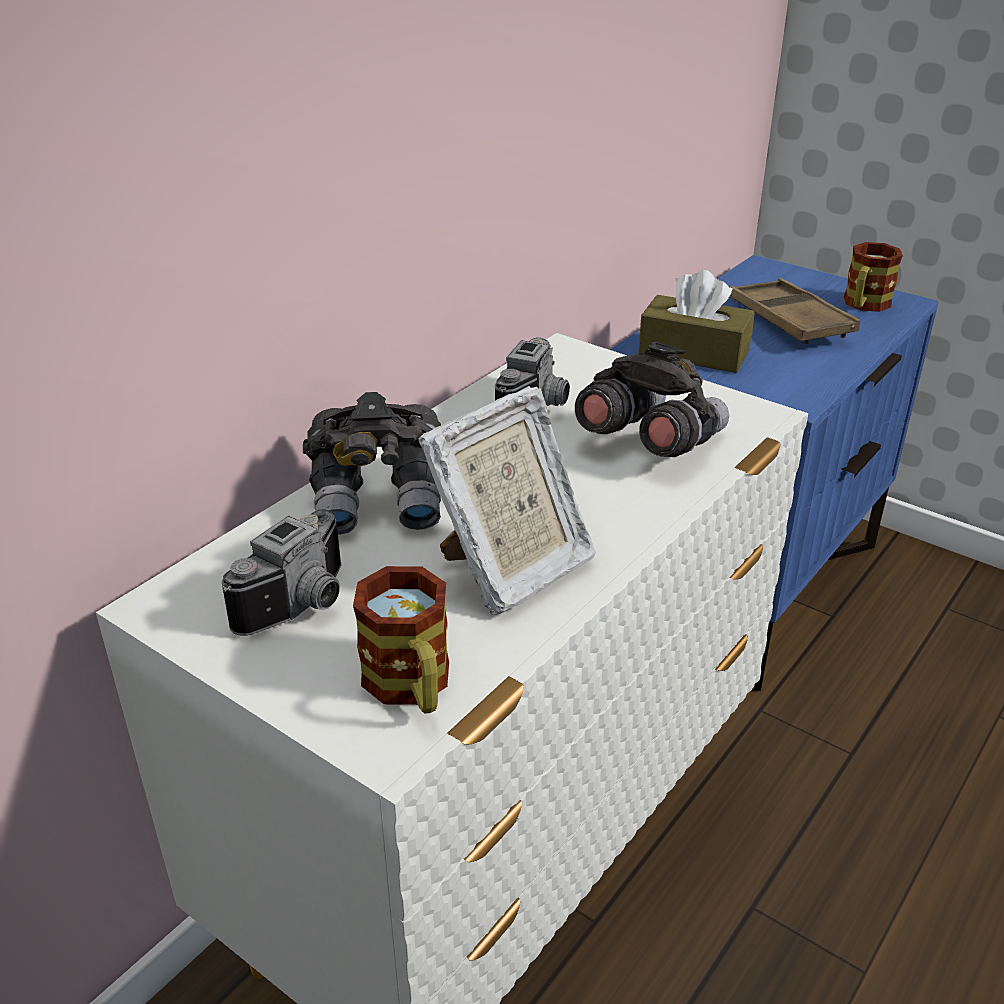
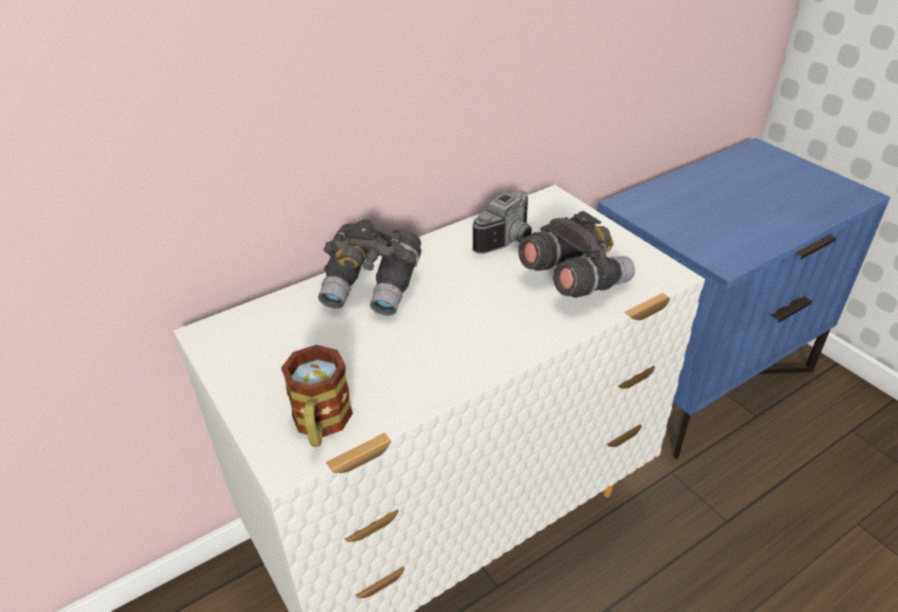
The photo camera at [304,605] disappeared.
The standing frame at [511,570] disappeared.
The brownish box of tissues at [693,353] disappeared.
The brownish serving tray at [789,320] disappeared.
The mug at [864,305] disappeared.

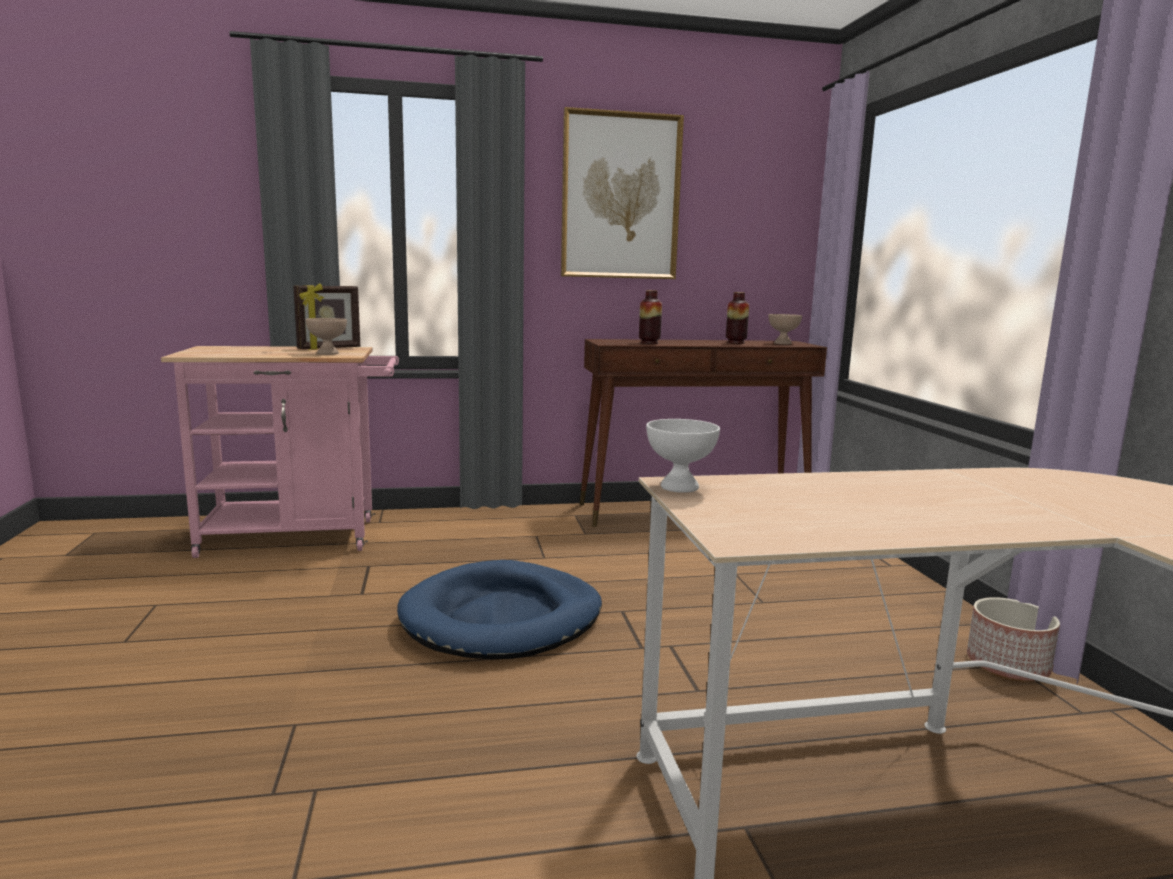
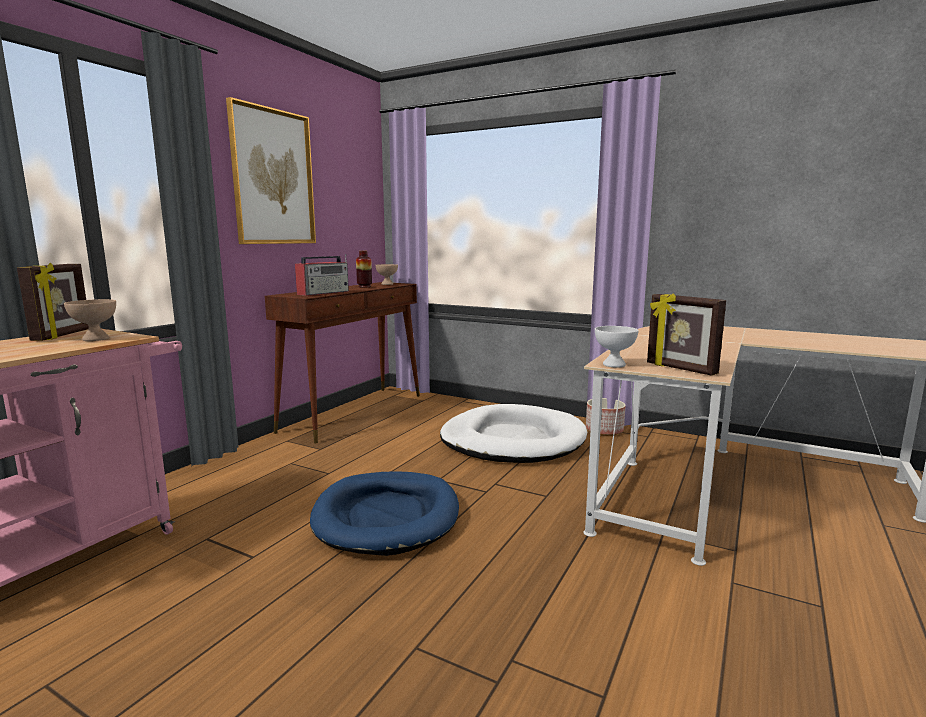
The white dog bed at [512,440] appeared.
The standing frame at [680,369] appeared.
The decorative vase at [649,343] was replaced by the radio receiver at [324,293].

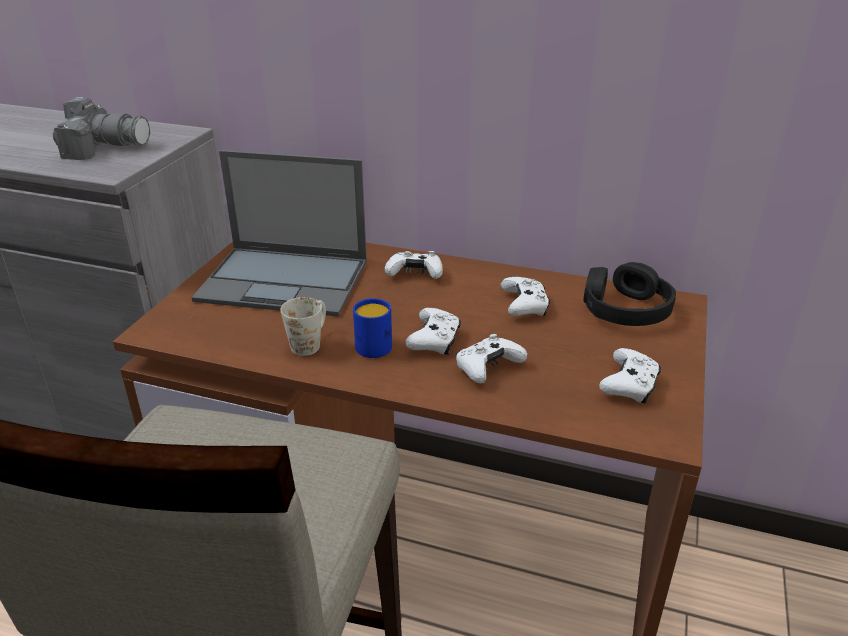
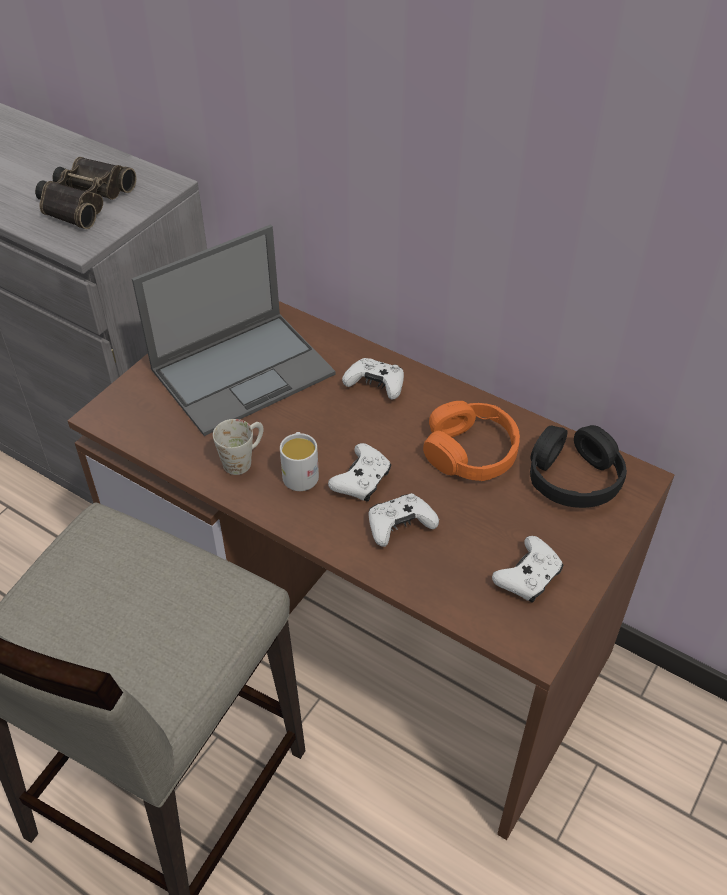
The photo camera at [104,147] was replaced by the binoculars at [83,200].
The white gamepad at [524,306] was replaced by the orange pair of headphones at [470,452].
The blue-coloured mug at [371,344] became the white mug at [300,472].
The laptop at [286,281] turned 60 degrees counterclockwise.

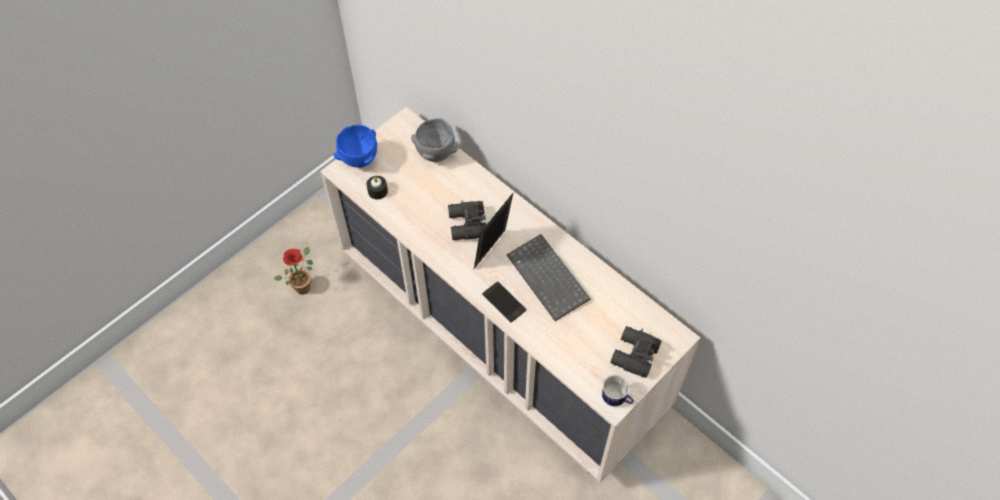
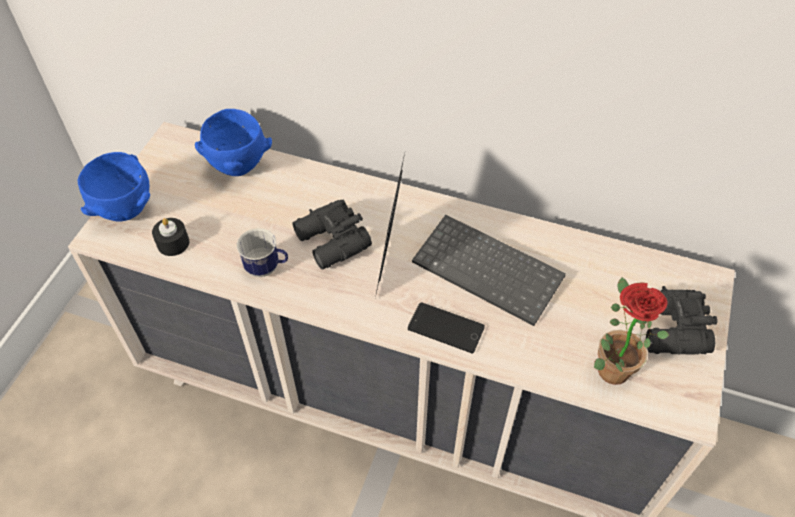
The houseplant moved from [303,285] to [609,364].
The mug moved from [616,399] to [267,268].
The greyish deep dish at [436,156] became the blue-coloured deep dish at [239,168].

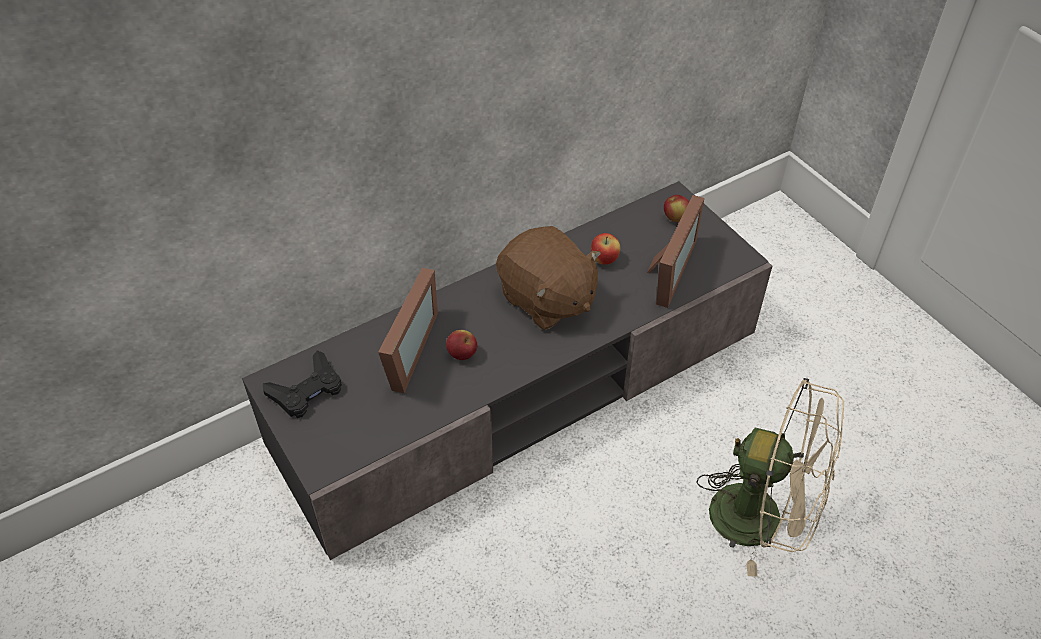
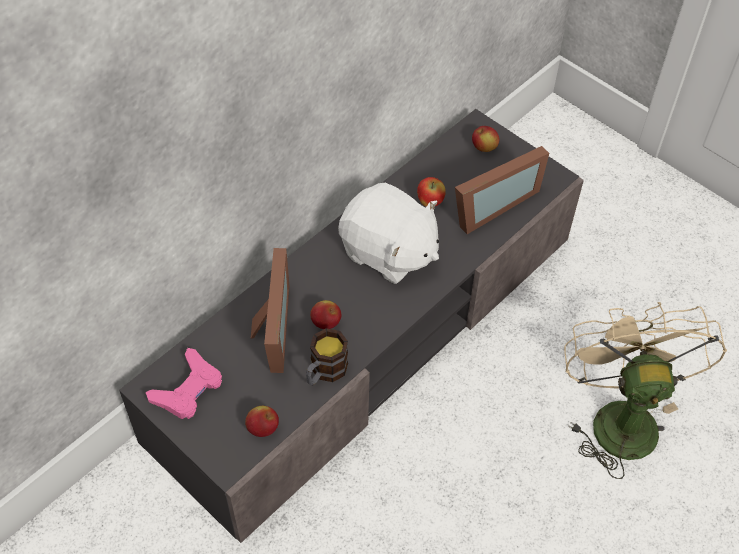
The apple fruit at [263,429] appeared.
The mug at [324,372] appeared.
The blackish gamepad at [307,390] became the pink gamepad at [188,389].
The brownish soft toy at [546,300] became the white soft toy at [388,252].
The standing frame at [664,273] turned 45 degrees clockwise.
The sand-coloured cooling fan at [762,519] turned 105 degrees counterclockwise.

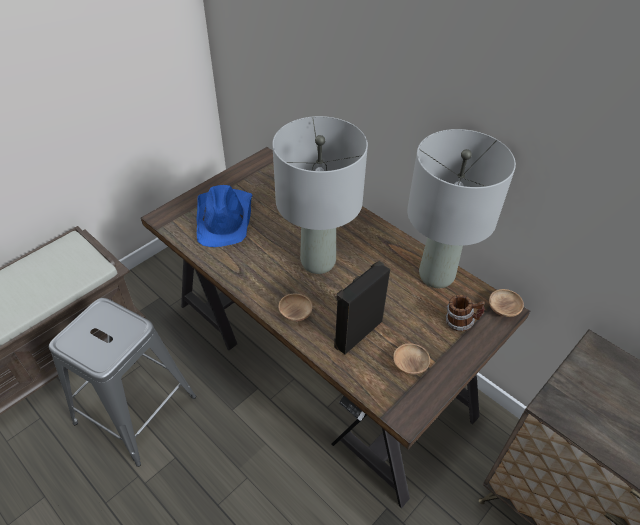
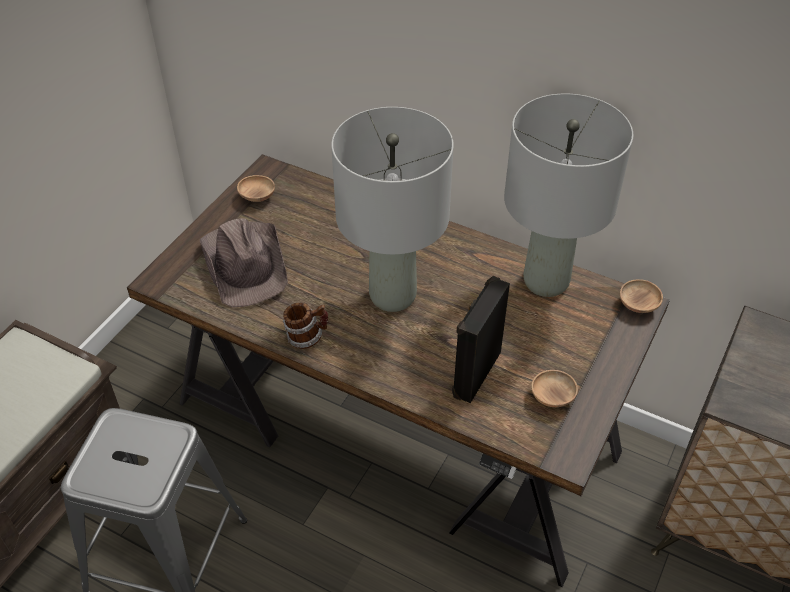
The brownish deep dish moved from [295,313] to [257,196].
The mug moved from [460,322] to [307,337].
The blue-coloured wearable hat at [225,218] became the brownish wearable hat at [246,263].

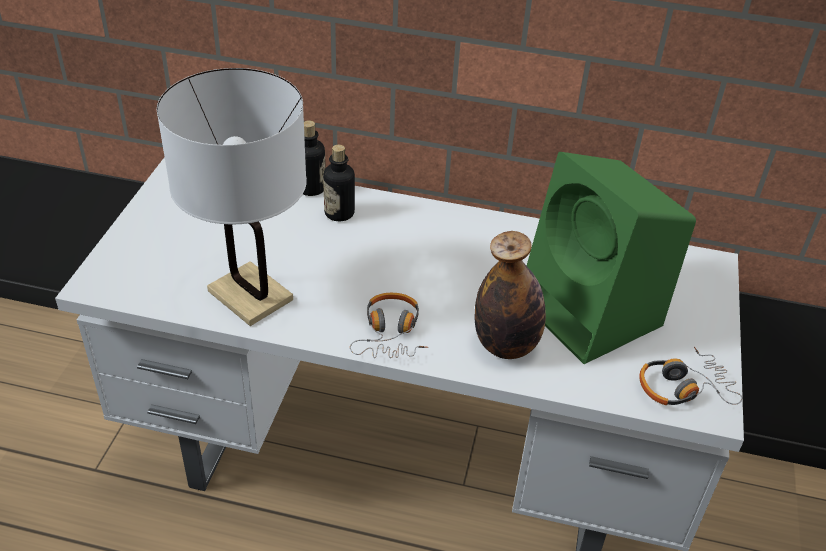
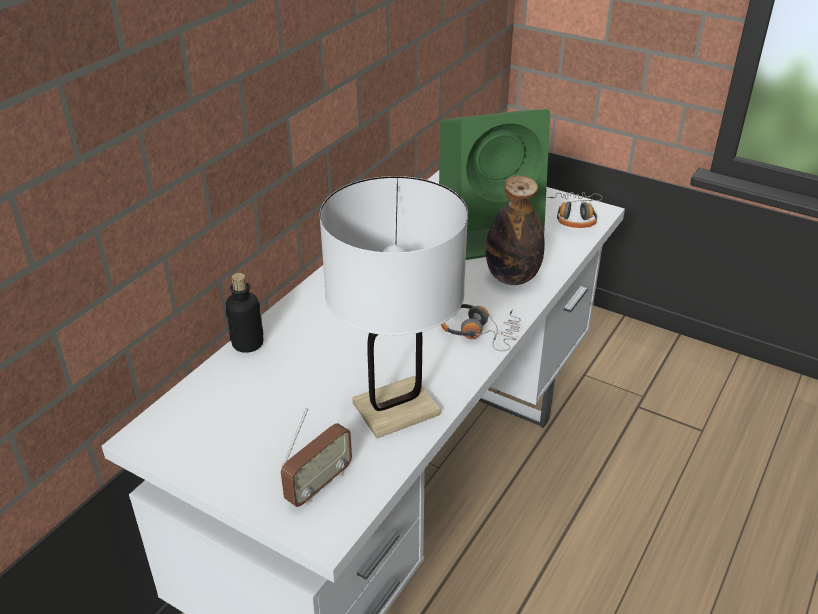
The beverage bottle at [339,213] disappeared.
The radio receiver at [318,485] appeared.

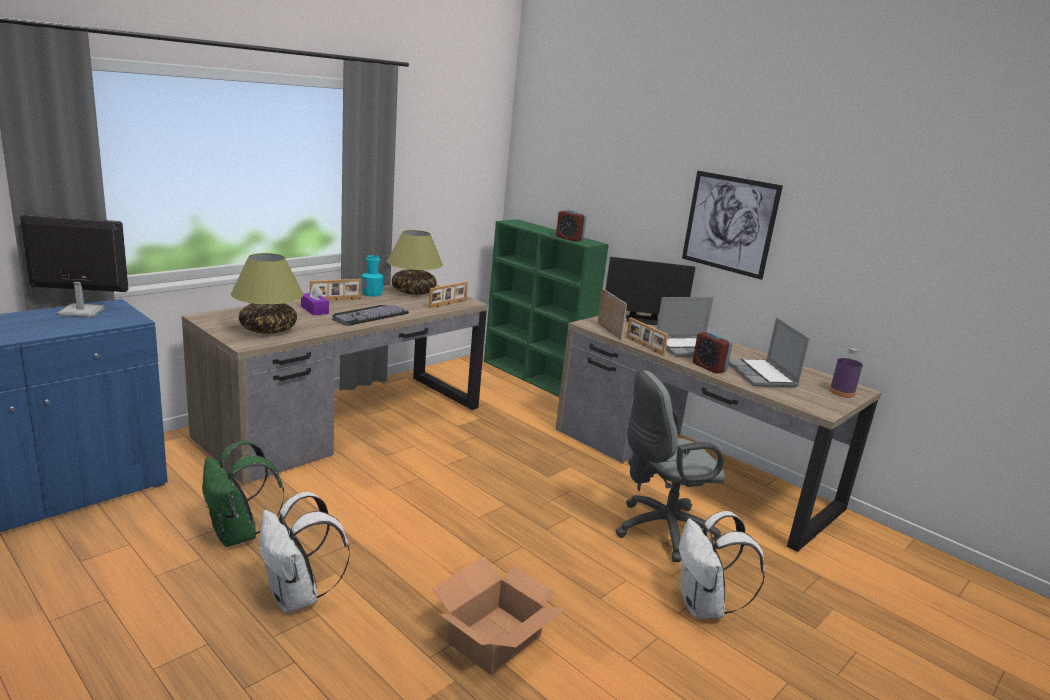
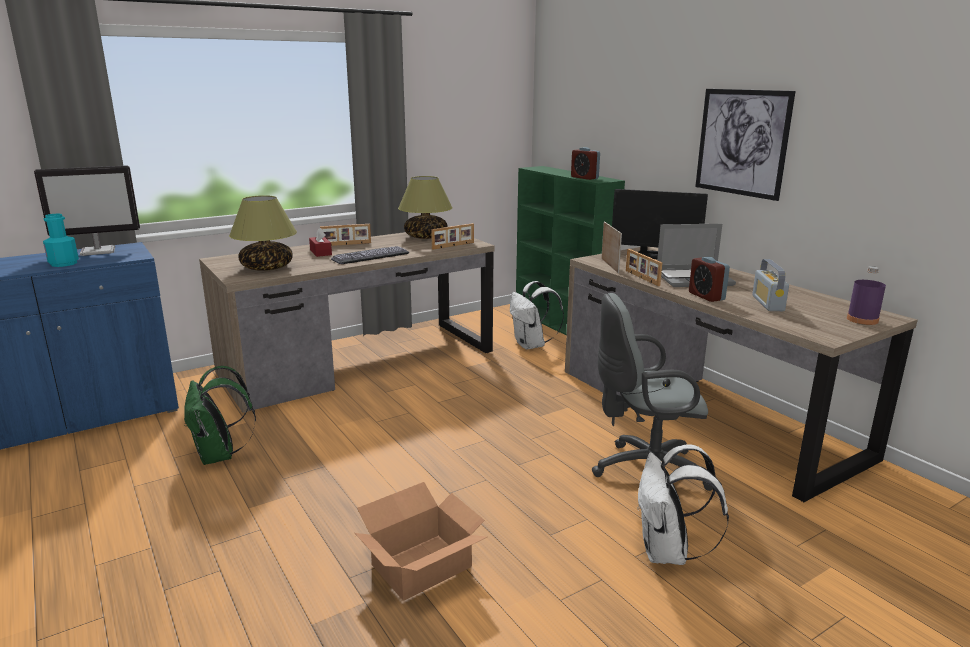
The white knapsack moved from [297,597] to [531,345].
The turquoise-coloured beverage bottle moved from [372,293] to [64,263].
The laptop at [762,375] was replaced by the radio receiver at [768,303].
The purplish box of tissues at [314,310] became the red-coloured box of tissues at [320,252].
The computer display at [80,311] turned 150 degrees clockwise.

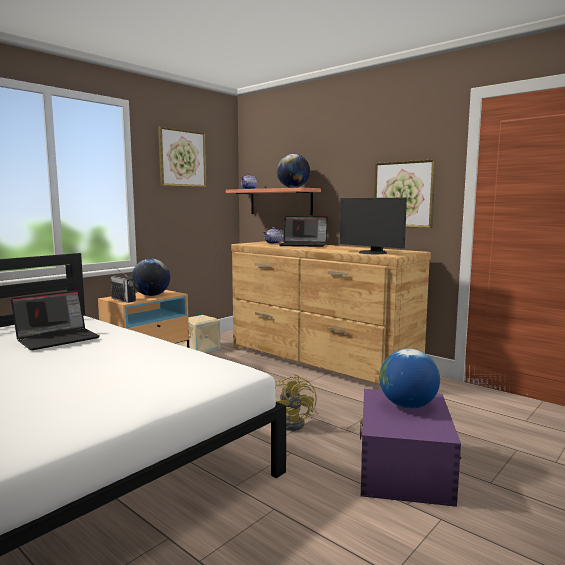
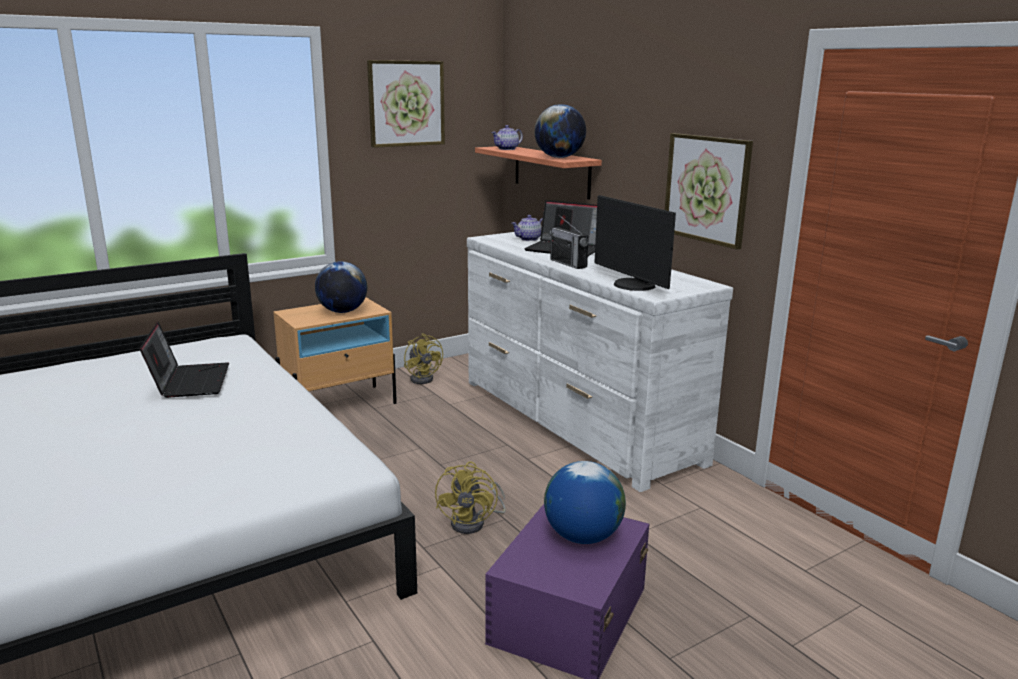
The radio receiver moved from [123,300] to [568,263].
The sand-coloured storage box at [200,347] was replaced by the yellow cooling fan at [424,378].
The brownish drawer chest at [320,360] became the white drawer chest at [575,420].
The laptop at [58,338] turned 75 degrees counterclockwise.

